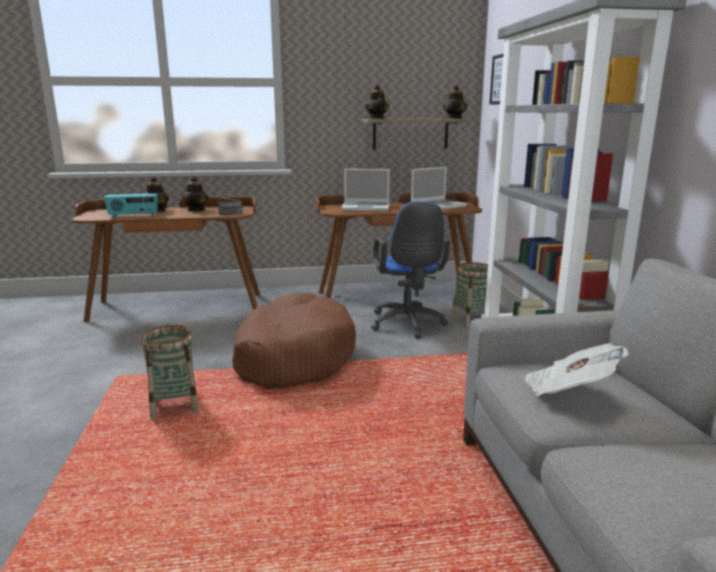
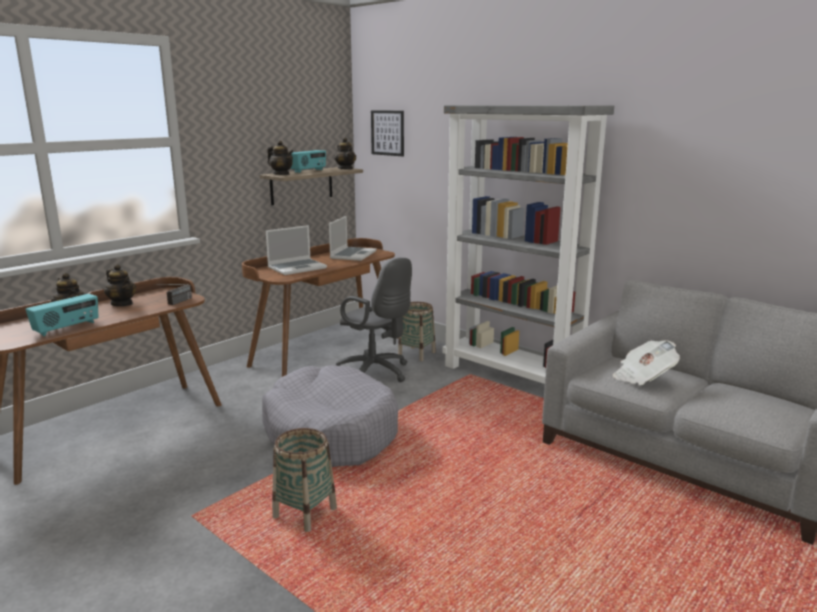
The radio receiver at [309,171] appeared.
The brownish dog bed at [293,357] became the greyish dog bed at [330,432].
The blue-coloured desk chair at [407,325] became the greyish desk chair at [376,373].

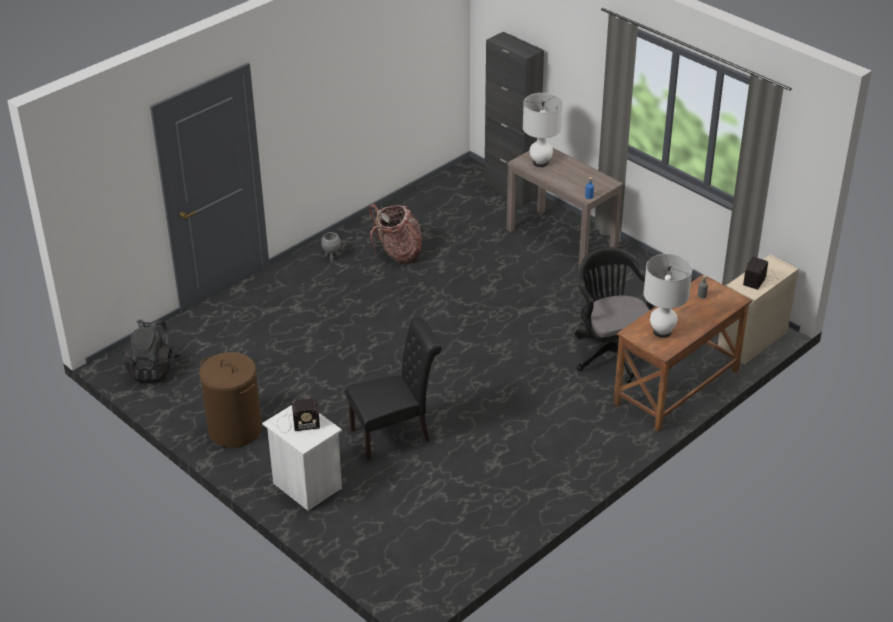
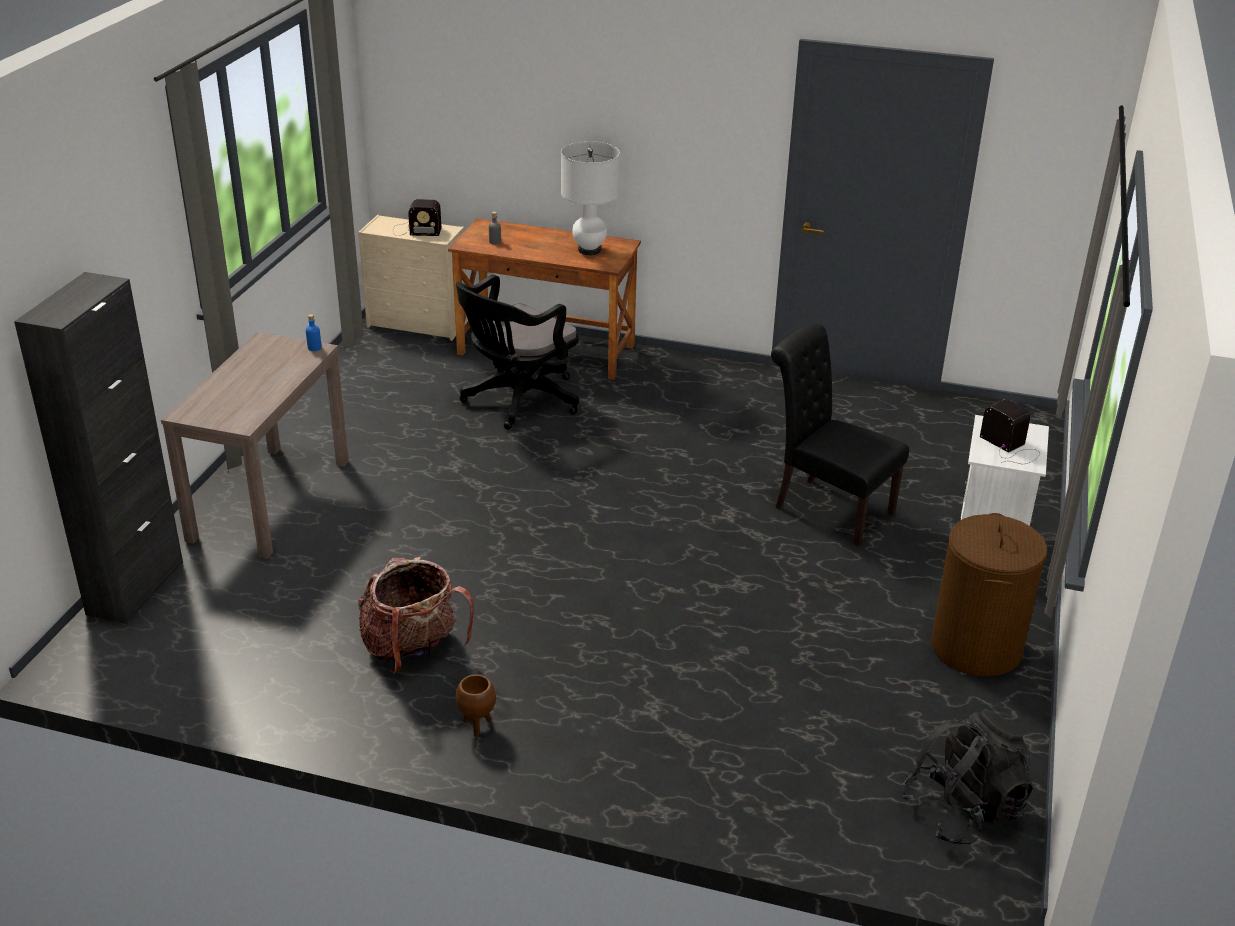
The white lamp for a table at [540,163] disappeared.
The greyish flower pot at [332,258] became the brownish flower pot at [476,726].

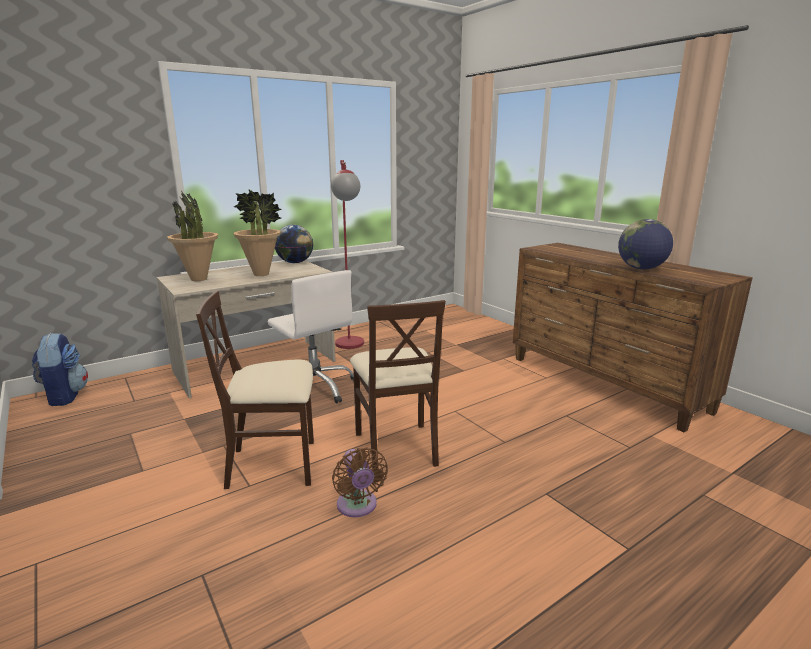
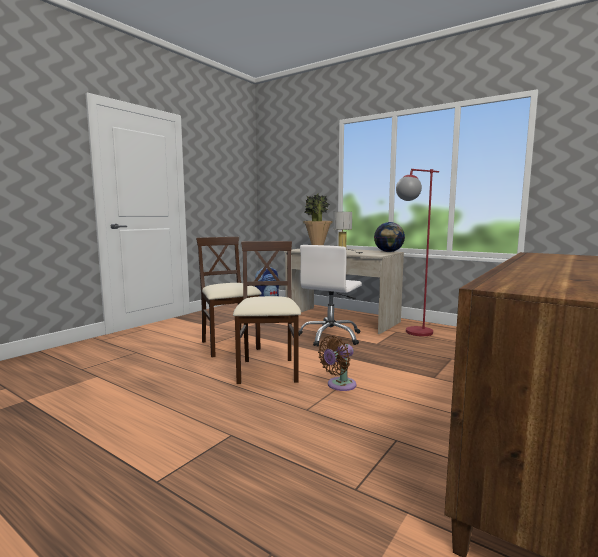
The world globe at [641,269] disappeared.
The brownish cooling fan moved from [358,506] to [339,385].
The houseplant at [261,274] was replaced by the lamp for a table at [346,252].
The sand-coloured upright chair at [396,447] turned 120 degrees clockwise.

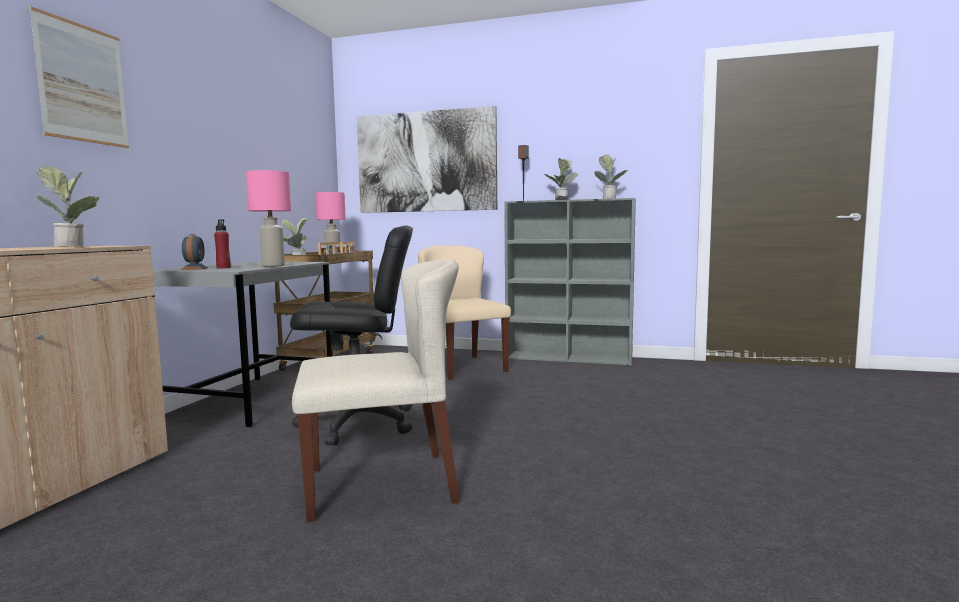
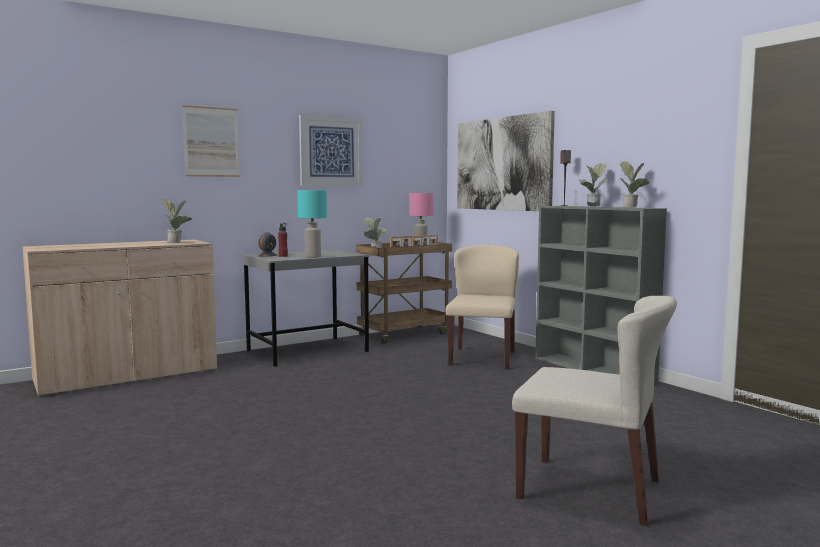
The blackish desk chair at [358,423] disappeared.
The wall picture at [330,151] appeared.
The sand-coloured upright chair moved from [382,484] to [591,489].
The pink lamp for a table at [272,266] became the turquoise-coloured lamp for a table at [312,257].

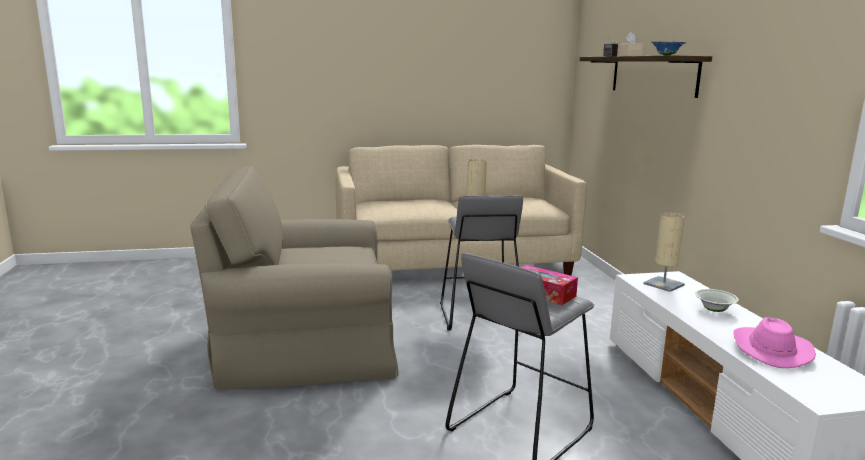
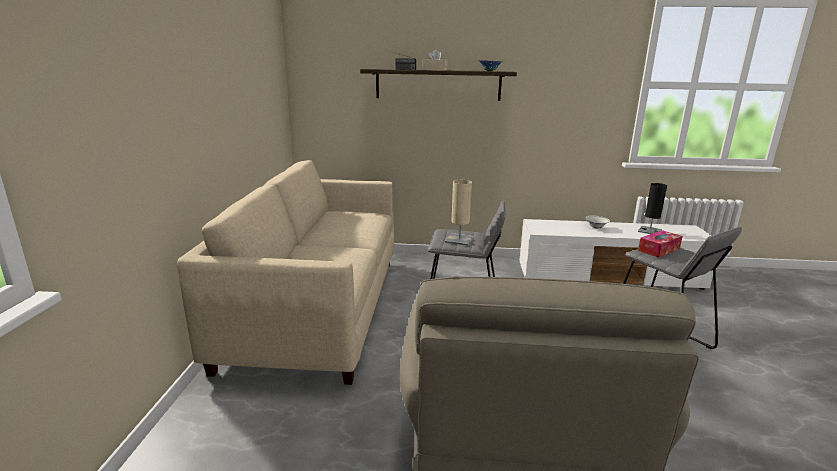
The sand-coloured lamp for a table at [664,284] disappeared.
The pink wearable hat at [770,349] was replaced by the blackish lamp for a table at [649,231].

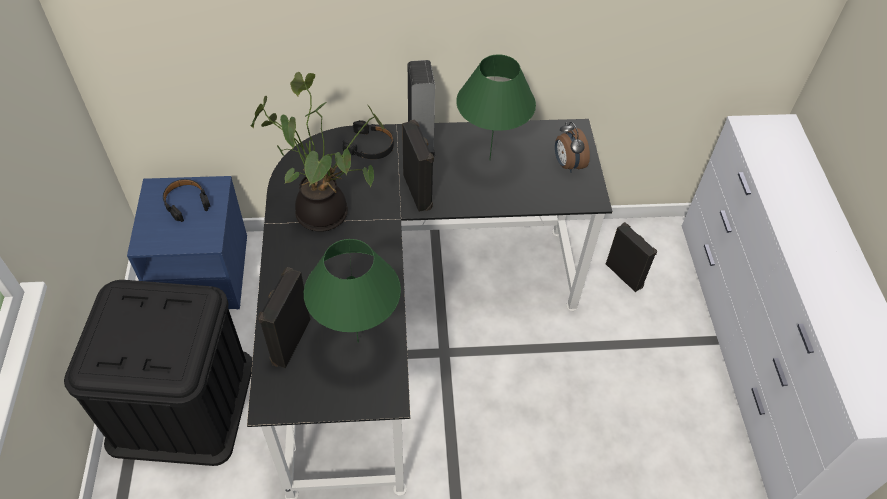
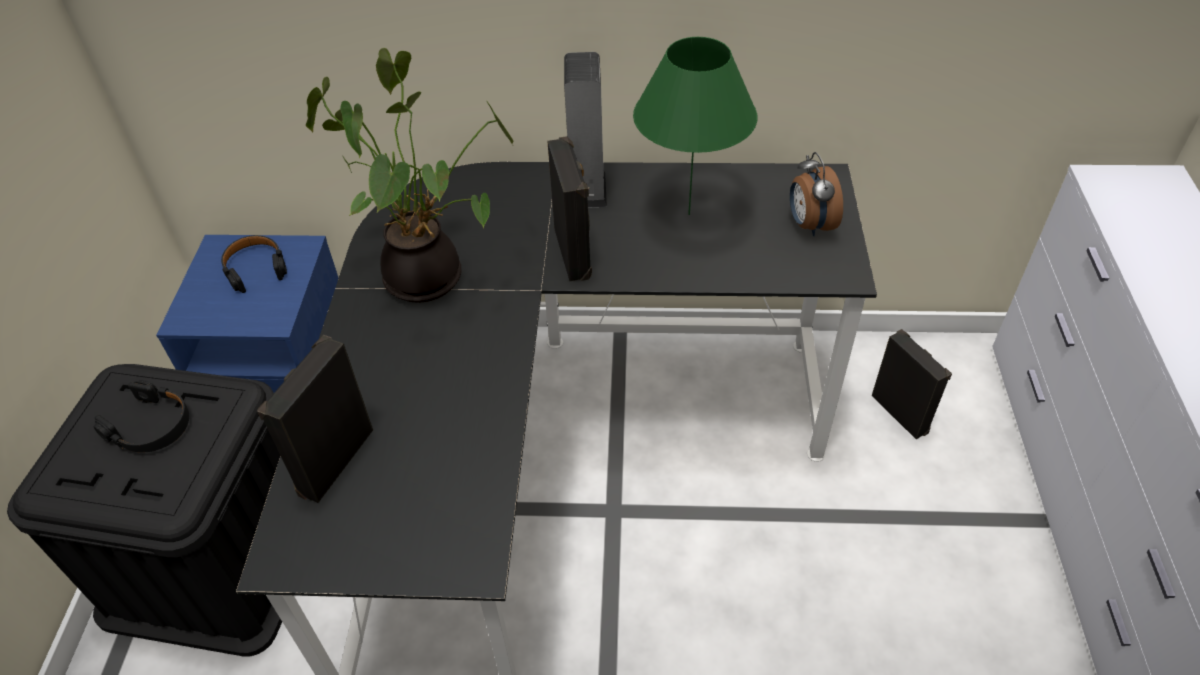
The greenish lamp for a table at [358,342] disappeared.
The blackish pair of headphones moved from [370,146] to [151,426].

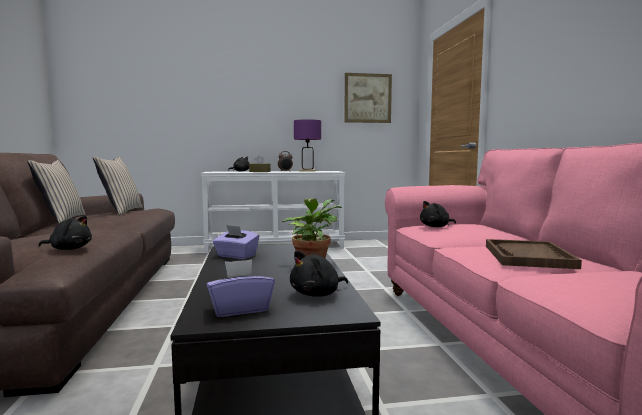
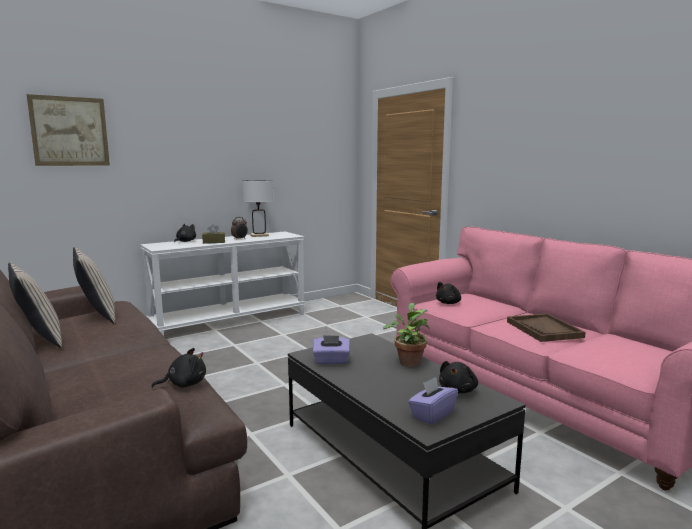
The wall picture moved from [367,98] to [70,131].
The purplish lamp for a table at [307,171] became the white lamp for a table at [259,235].

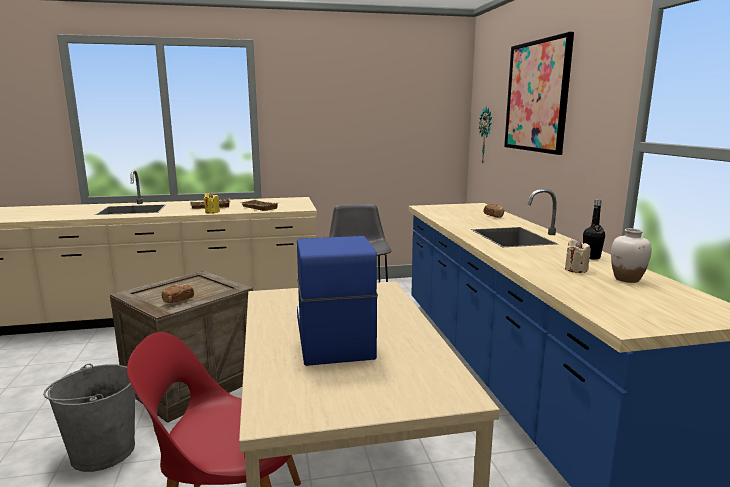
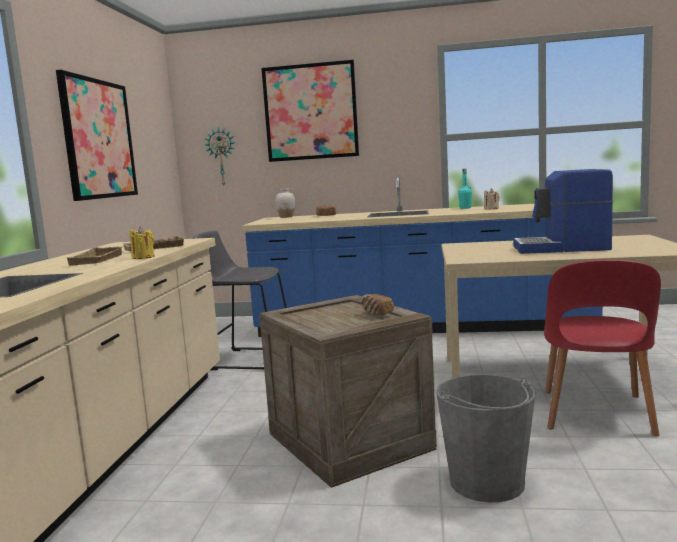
The wall picture at [98,139] appeared.
The white decorative vase moved from [627,279] to [286,217].
The blackish beverage bottle at [591,257] became the turquoise-coloured beverage bottle at [465,208].

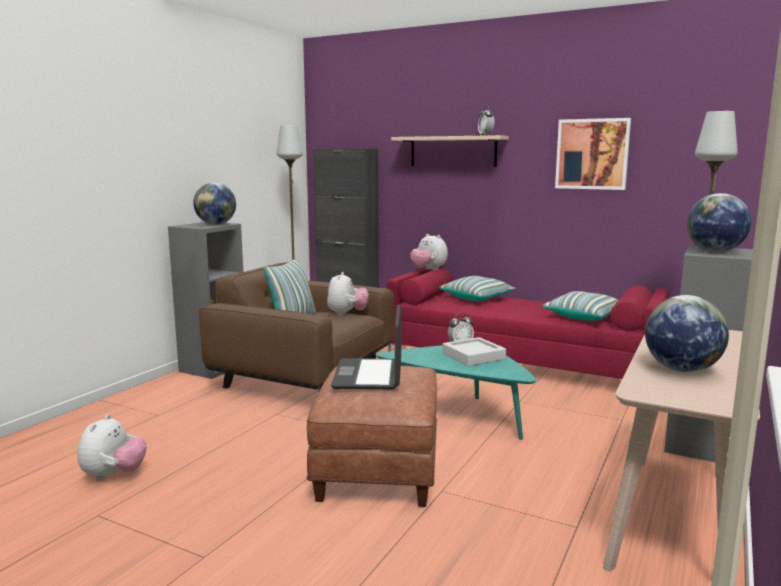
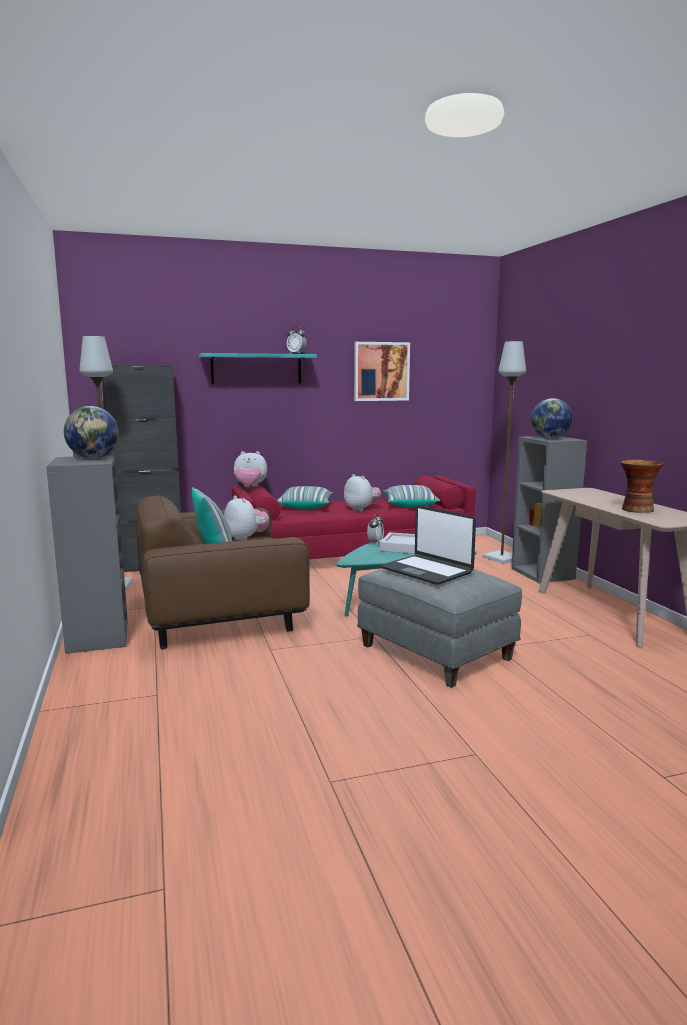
The soft toy moved from [113,475] to [362,509].
The world globe at [681,369] was replaced by the decorative vase at [636,509].
The brownish pouffe at [379,469] became the greyish pouffe at [437,652].
The sand-coloured wall shelf at [453,151] became the turquoise-coloured wall shelf at [256,369].

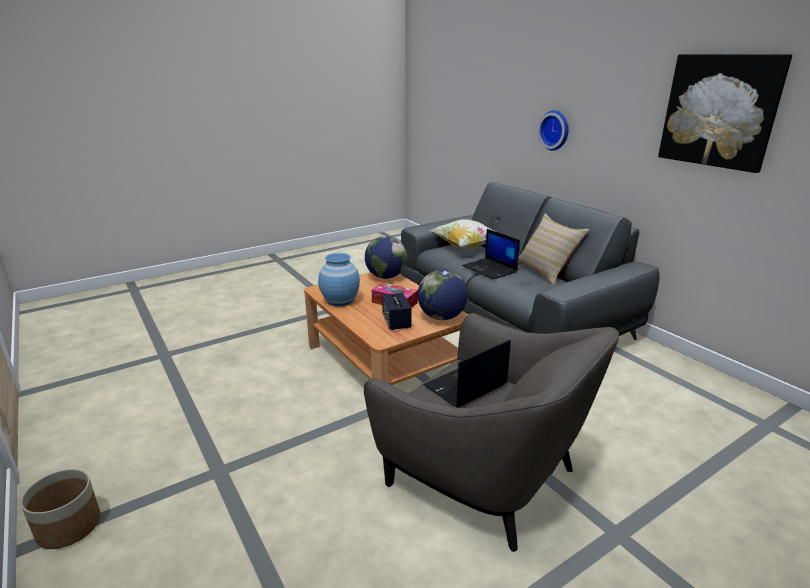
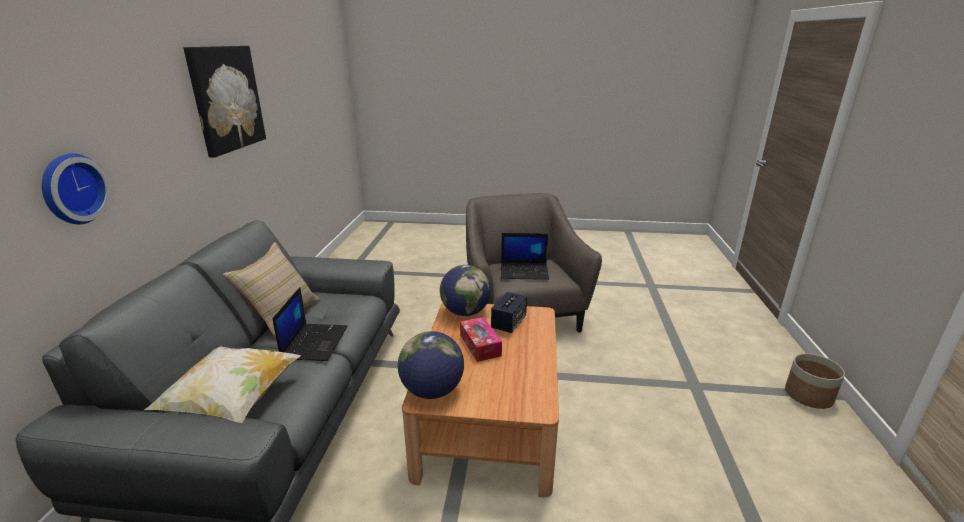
The blue-coloured decorative vase at [340,300] disappeared.

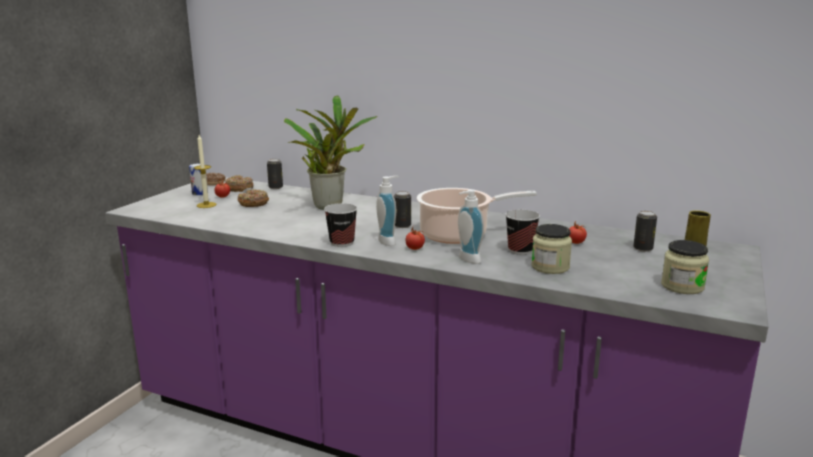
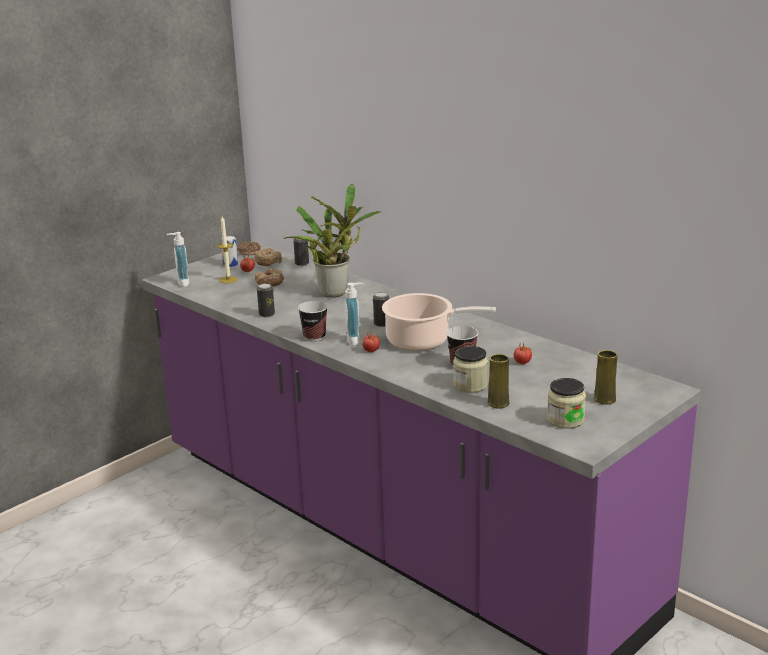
The yellow decorative vase at [498,403] appeared.
The soap dispenser moved from [466,260] to [181,283].
The metal can moved from [643,248] to [267,314].

